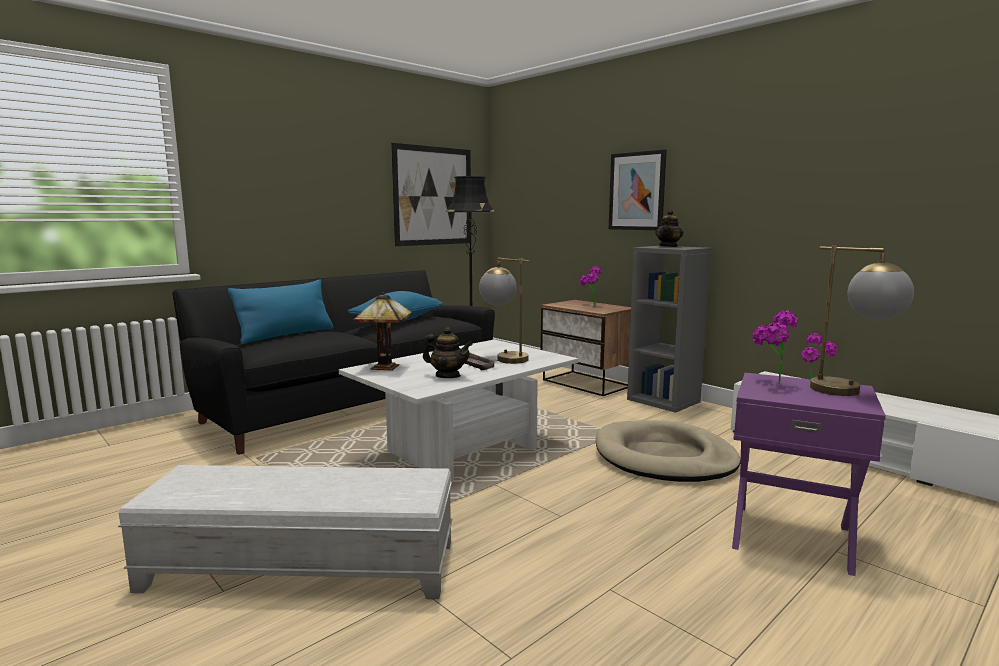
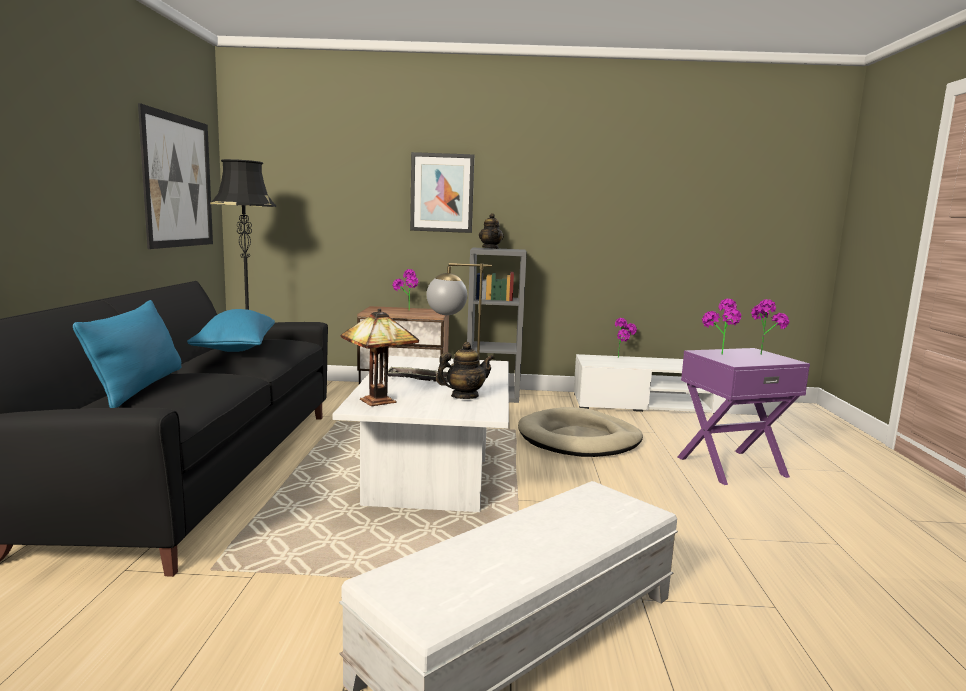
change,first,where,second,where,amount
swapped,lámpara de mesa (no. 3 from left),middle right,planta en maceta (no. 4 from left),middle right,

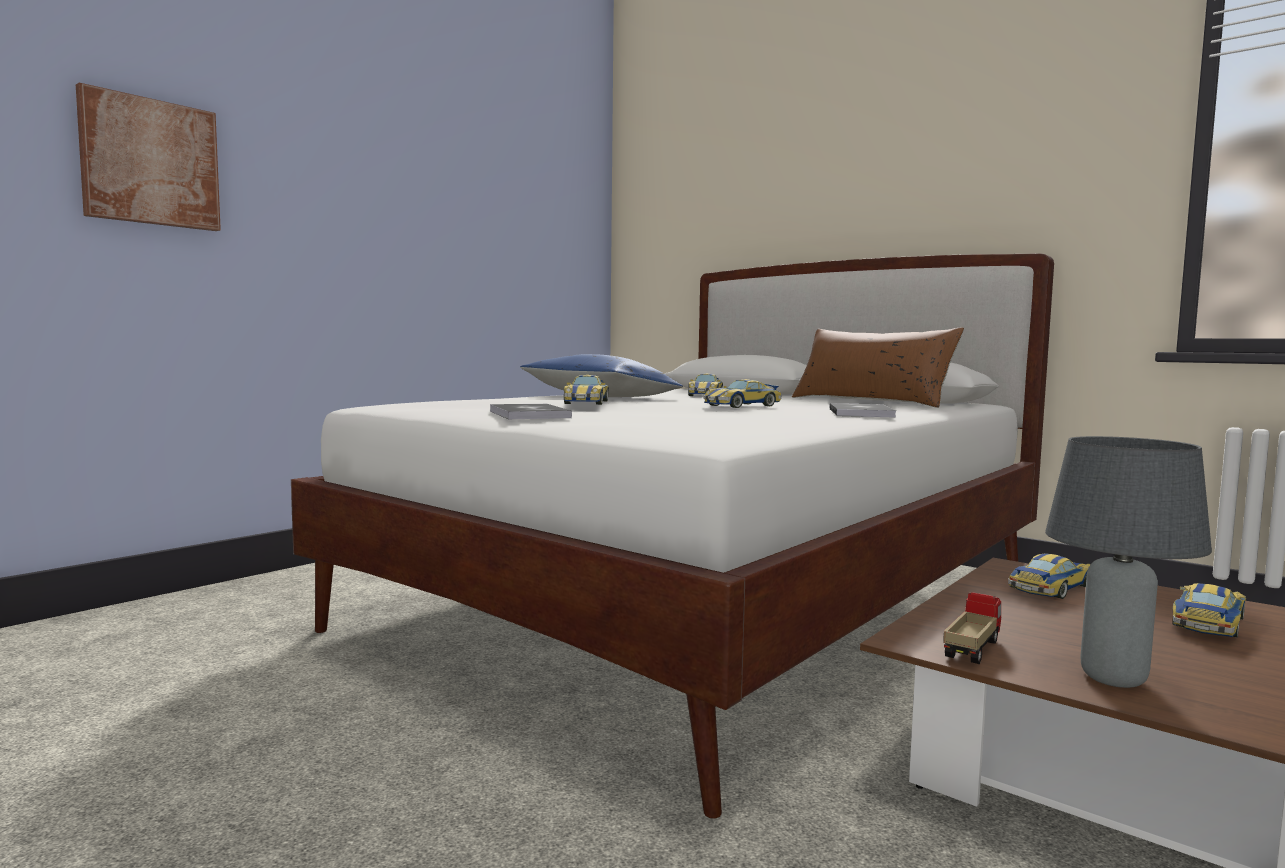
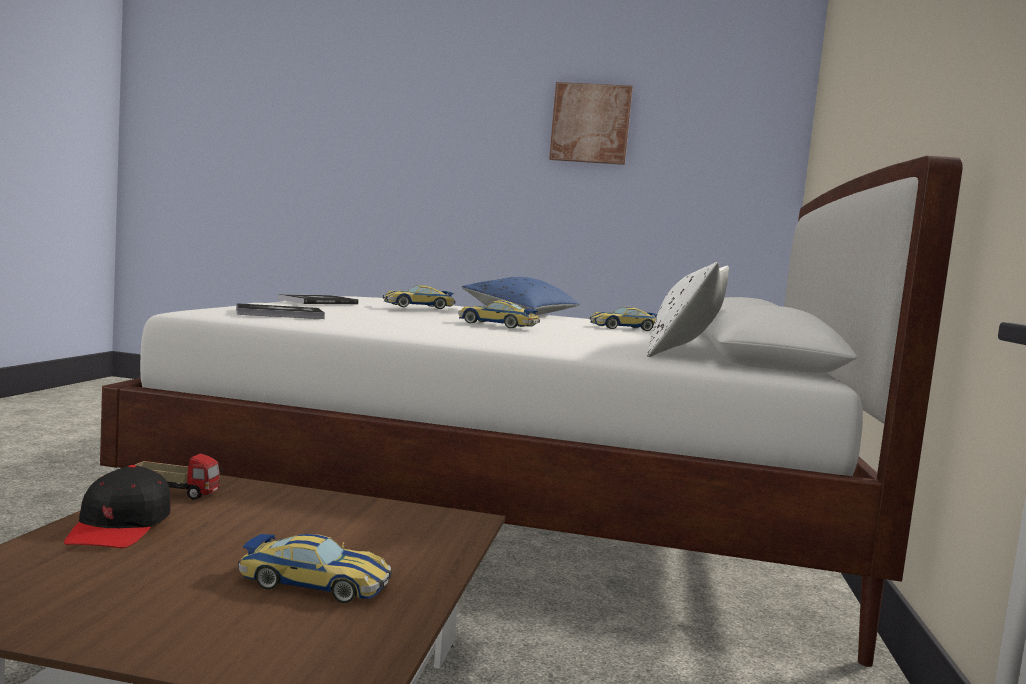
change,first,where,second,where,amount
swapped,lámpara de mesa/gris,middle right,gorra/negro,bottom left,
shifted,libro (no. 2 from left in the first image),middle right,libro (no. 1 from left),middle left,
shifted,cuadro,top left,,top centre,
repainted,cojín/marrón,middle right,cojín/blanco,middle right,
gone,coche de juguete (no. 4 from left),middle right,,,

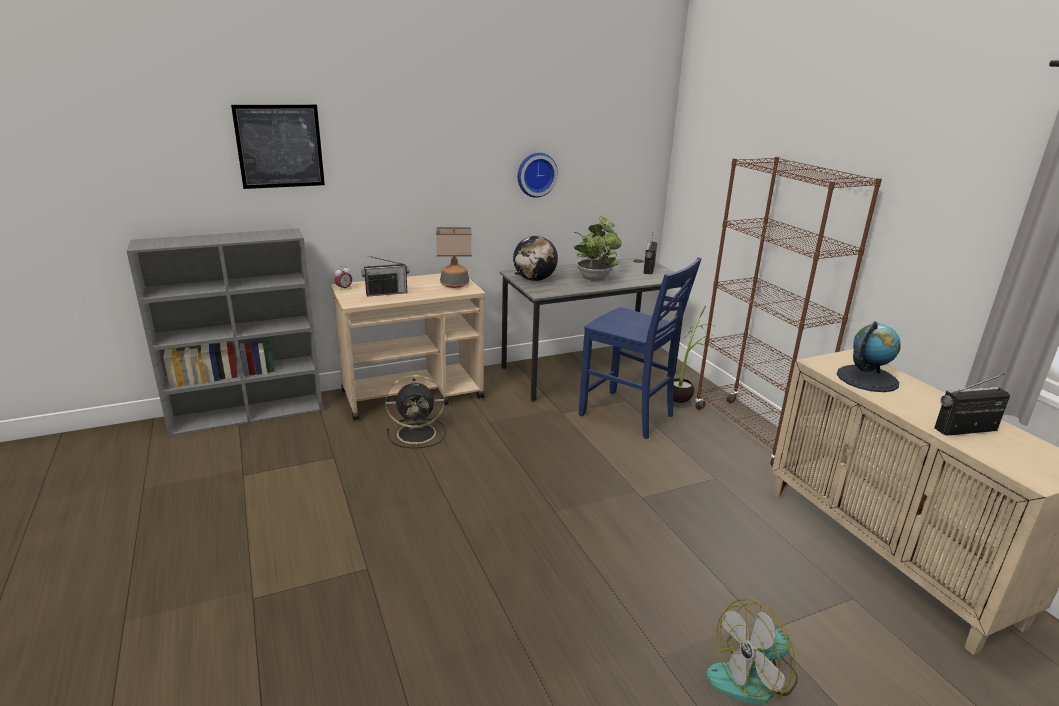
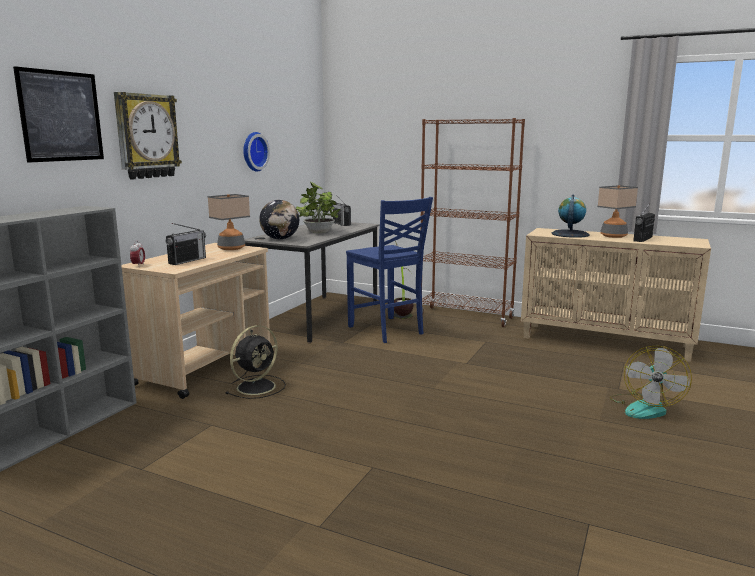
change,first,where,second,where,amount
new,,,reloj de pared (no. 1 from left),top left,
rotated,silla/azul,centre,,centre,60 degrees clockwise
new,,,lámpara de mesa (no. 2 from left),middle right,

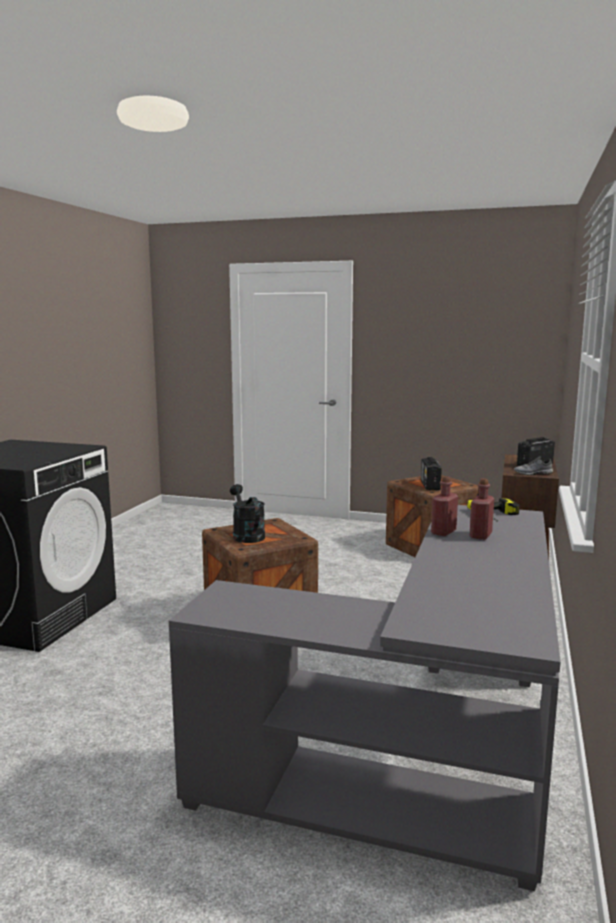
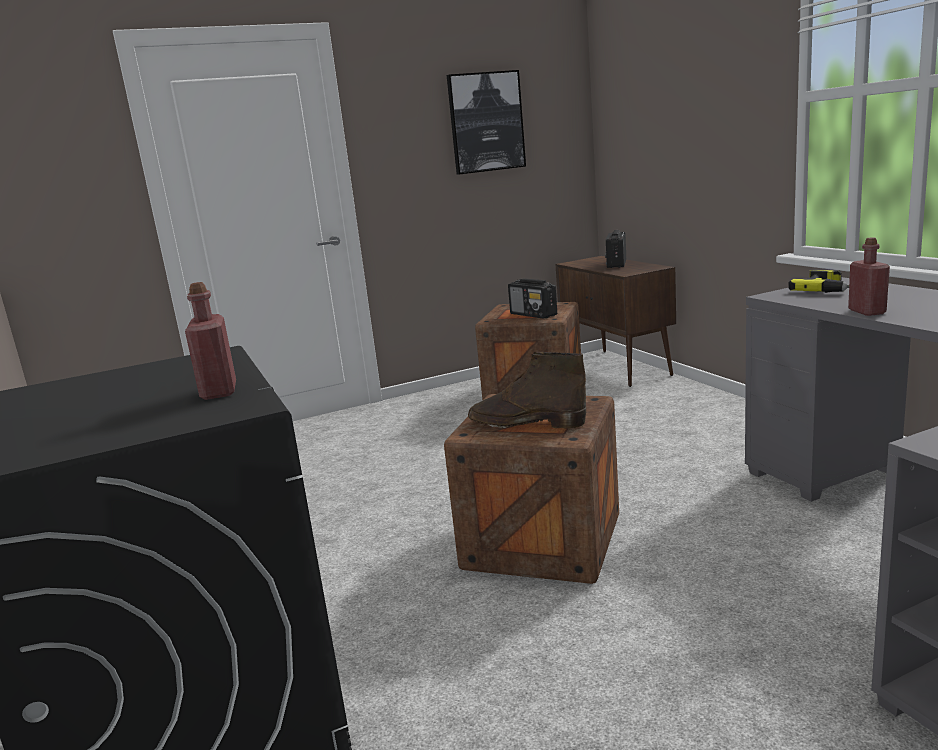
change,first,where,second,where,amount
shifted,botella/rojo (no. 2 from left in the first image),middle right,botella/rojo (no. 1 from left),middle left,
new,,,cuadro,top centre,
swapped,regadera/negro,centre,bota/marrón,centre,
gone,zapato/gris,middle right,,,

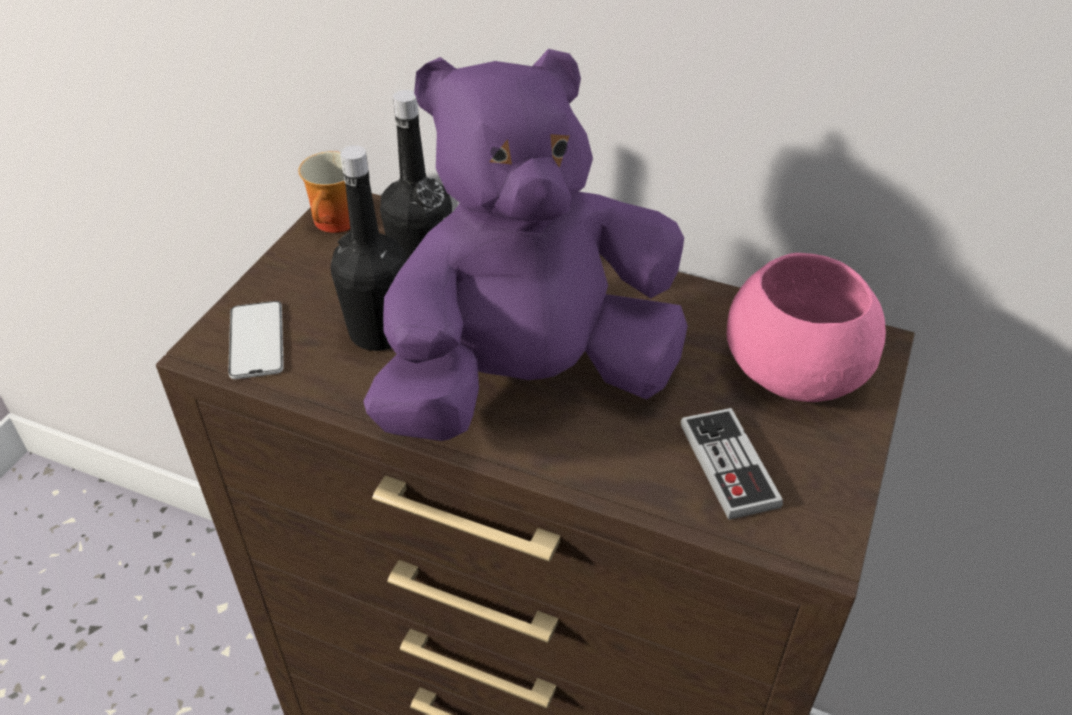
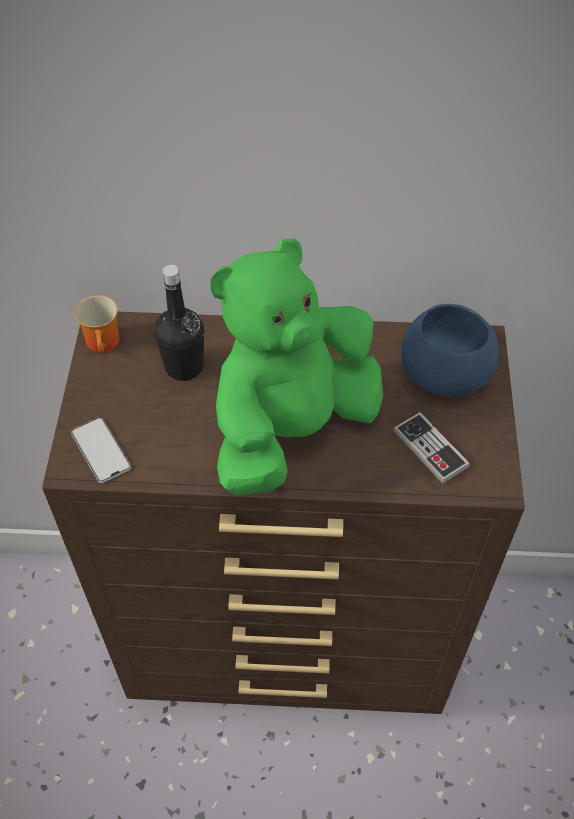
change,first,where,second,where,amount
repainted,peluche/morado,centre,peluche/verde,centre,
repainted,cuenco/rosa,middle right,cuenco/azul,middle right,
gone,botella/negro (no. 1 from left),centre,,,

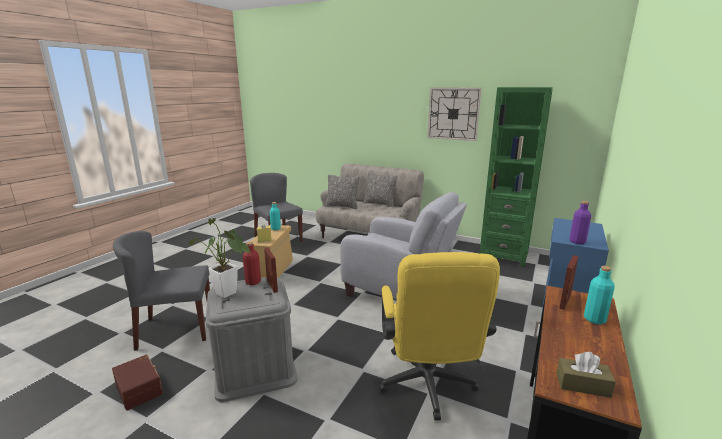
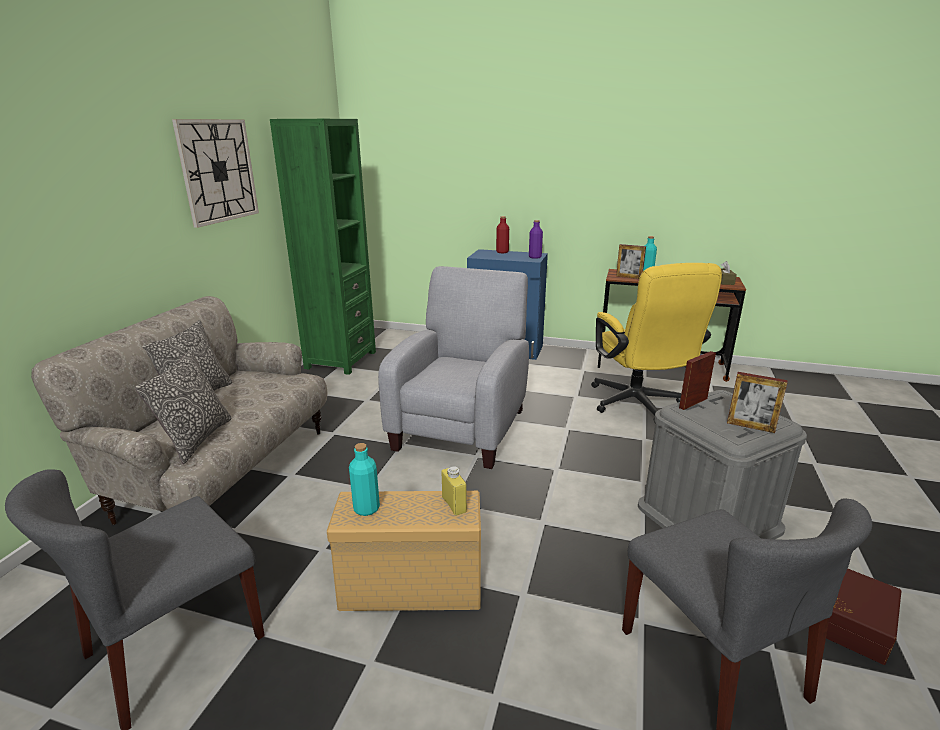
change,first,where,second,where,amount
shifted,botella/rojo,centre,,top centre,
rotated,silla de oficina/amarillo,bottom centre,,middle right,90 degrees clockwise
swapped,planta en maceta,middle left,portarretratos (no. 3 from left),middle right,

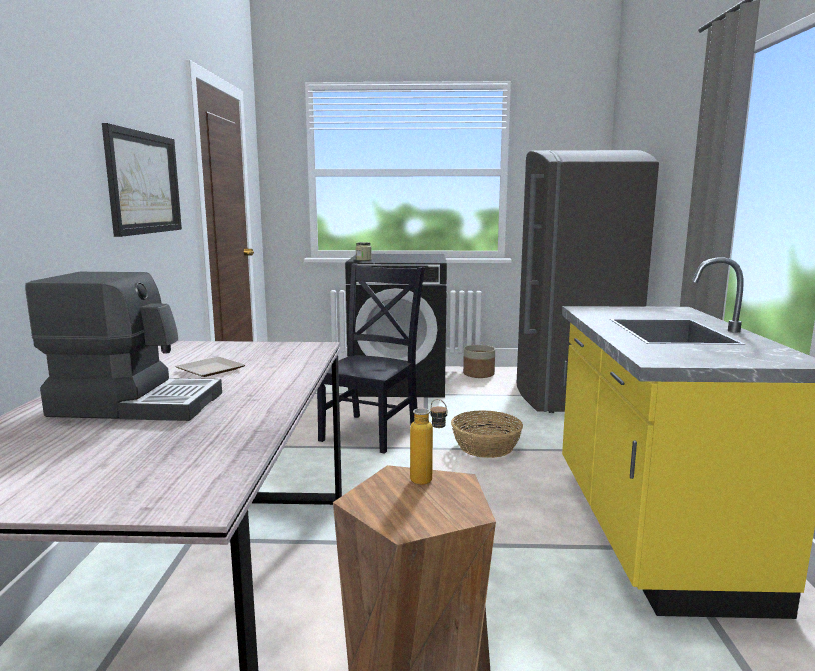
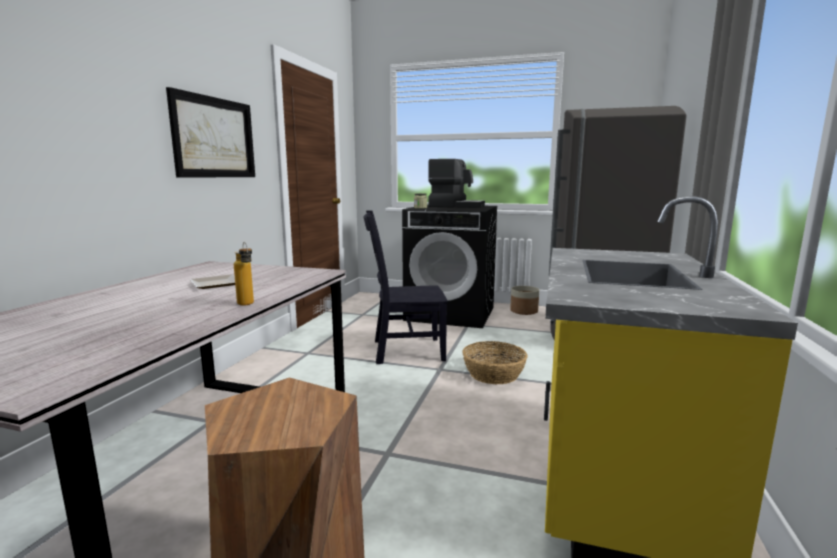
change,first,where,second,where,amount
shifted,botella,centre,,middle left,
rotated,silla/negro,centre,,centre,135 degrees counterclockwise
shifted,cafetera,middle left,,top centre,

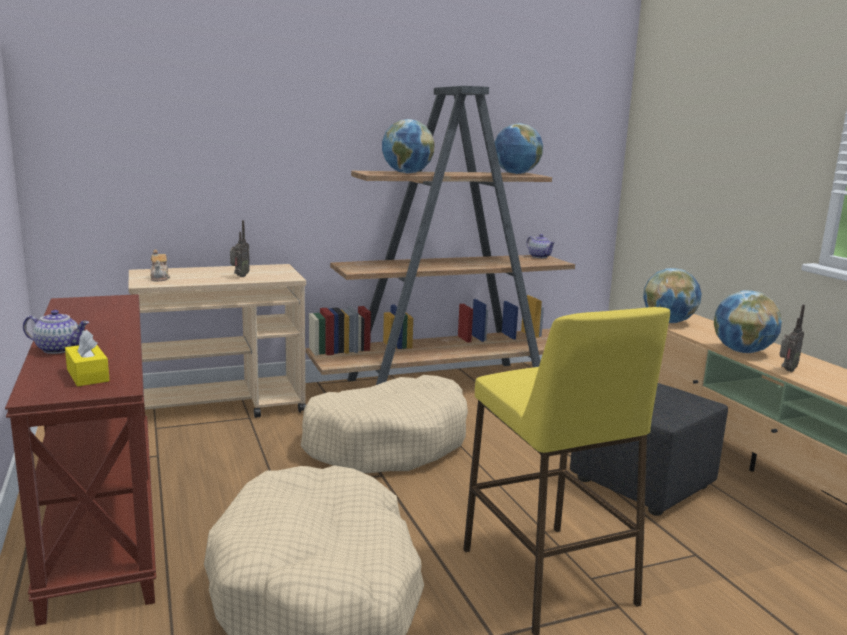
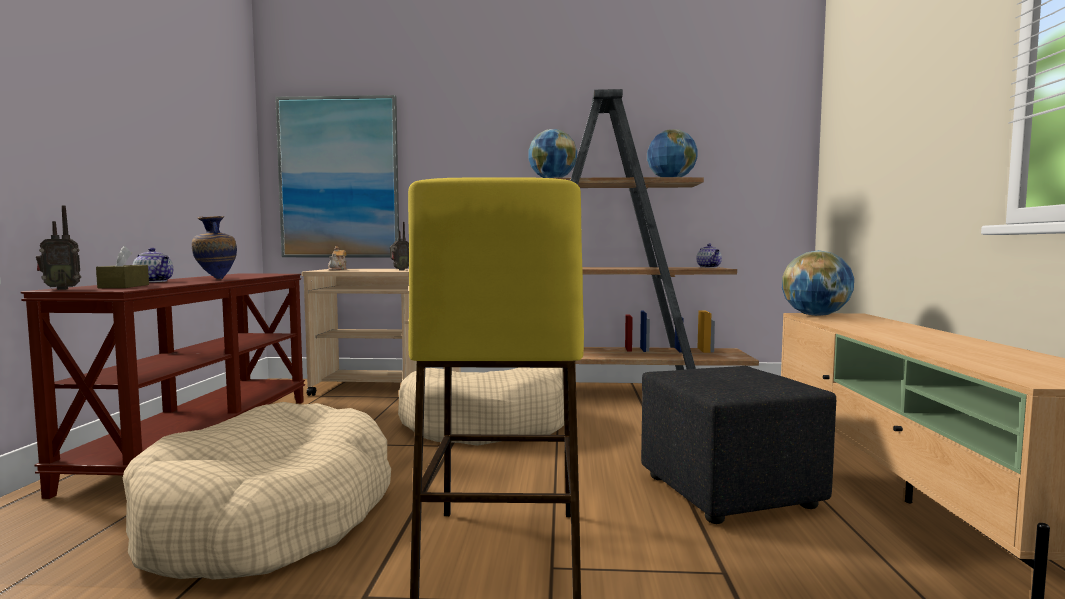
change,first,where,second,where,amount
shifted,radio (no. 2 from left in the first image),middle right,radio (no. 1 from left),middle left,
repainted,caja de pañuelos/amarillo,middle left,caja de pañuelos/marrón,middle left,
new,,,florero,middle left,
new,,,cuadro,top left,
gone,globo terráqueo (no. 4 from left),middle right,,,

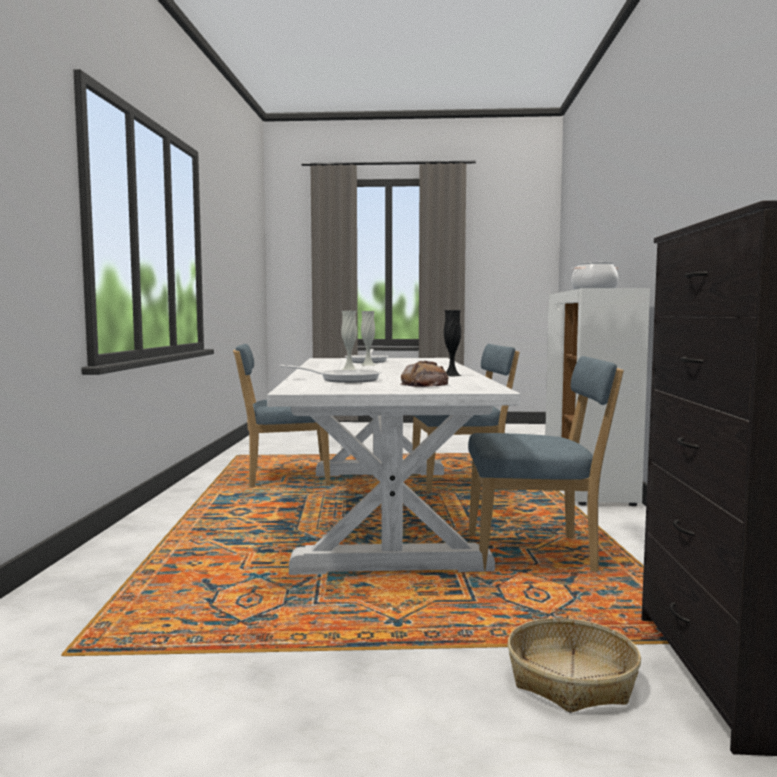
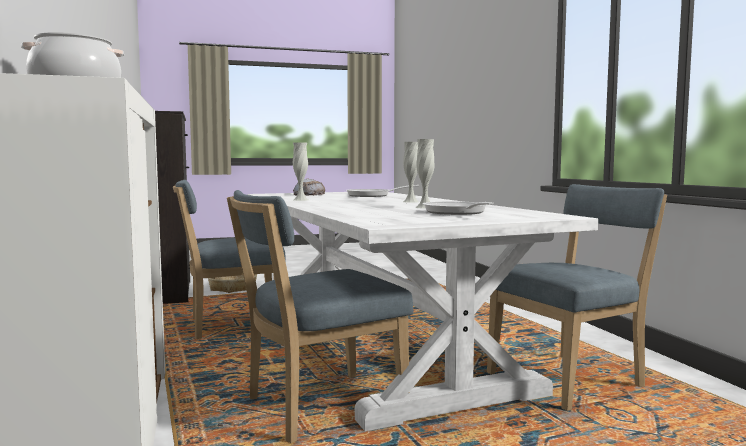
change,first,where,second,where,amount
repainted,florero/negro,centre,florero/blanco (no. 1 from left),centre,

